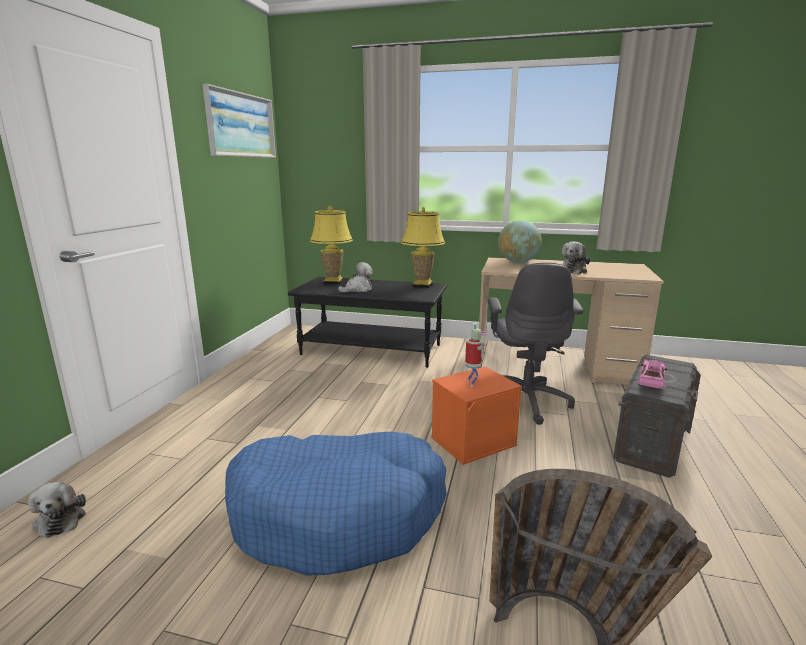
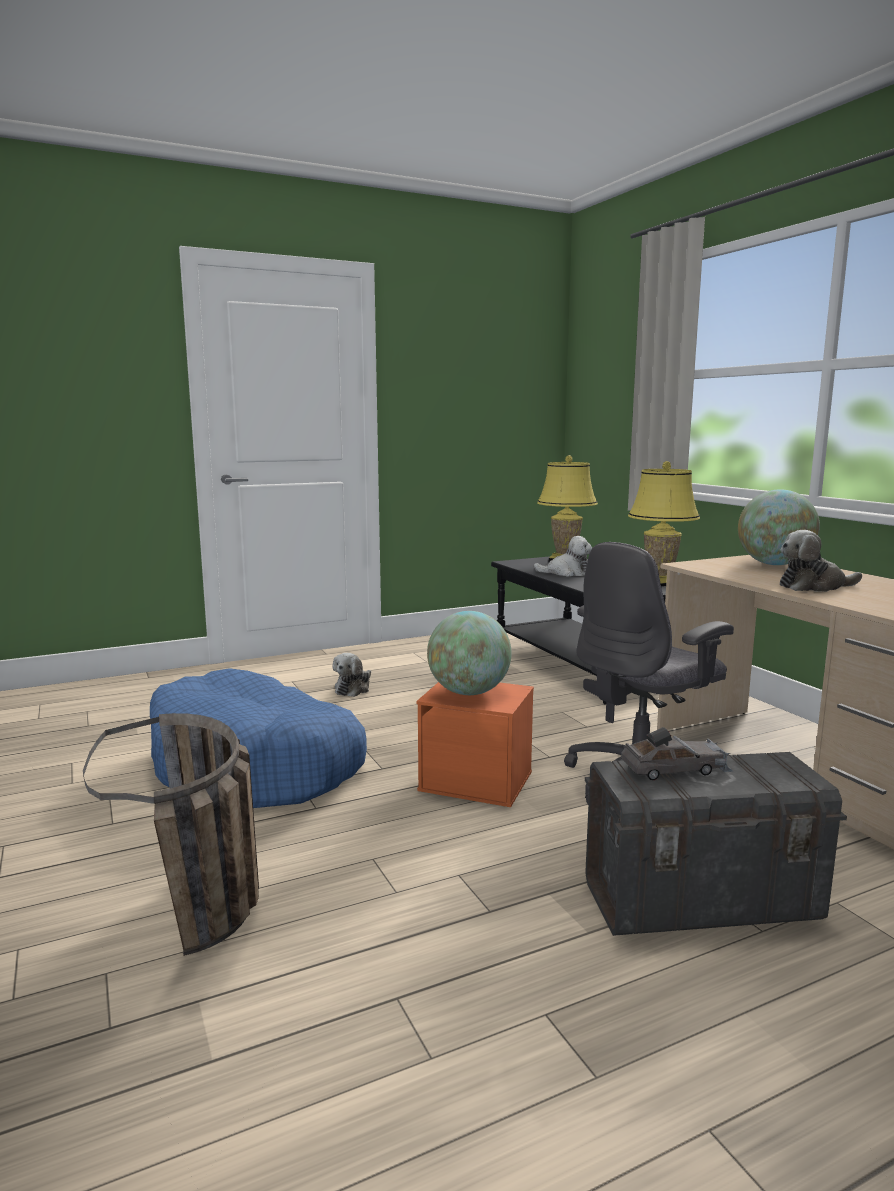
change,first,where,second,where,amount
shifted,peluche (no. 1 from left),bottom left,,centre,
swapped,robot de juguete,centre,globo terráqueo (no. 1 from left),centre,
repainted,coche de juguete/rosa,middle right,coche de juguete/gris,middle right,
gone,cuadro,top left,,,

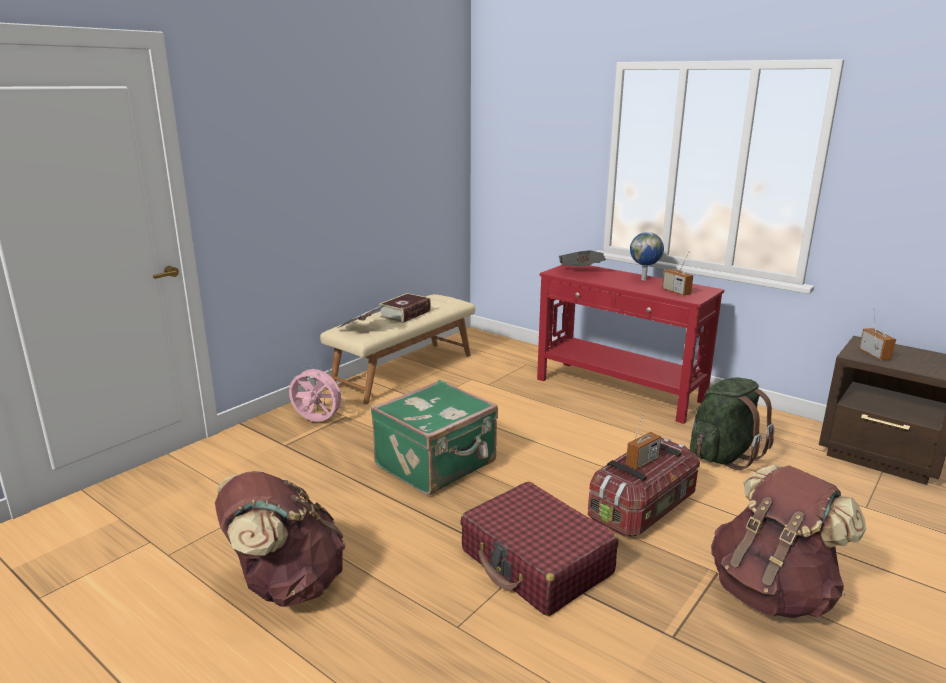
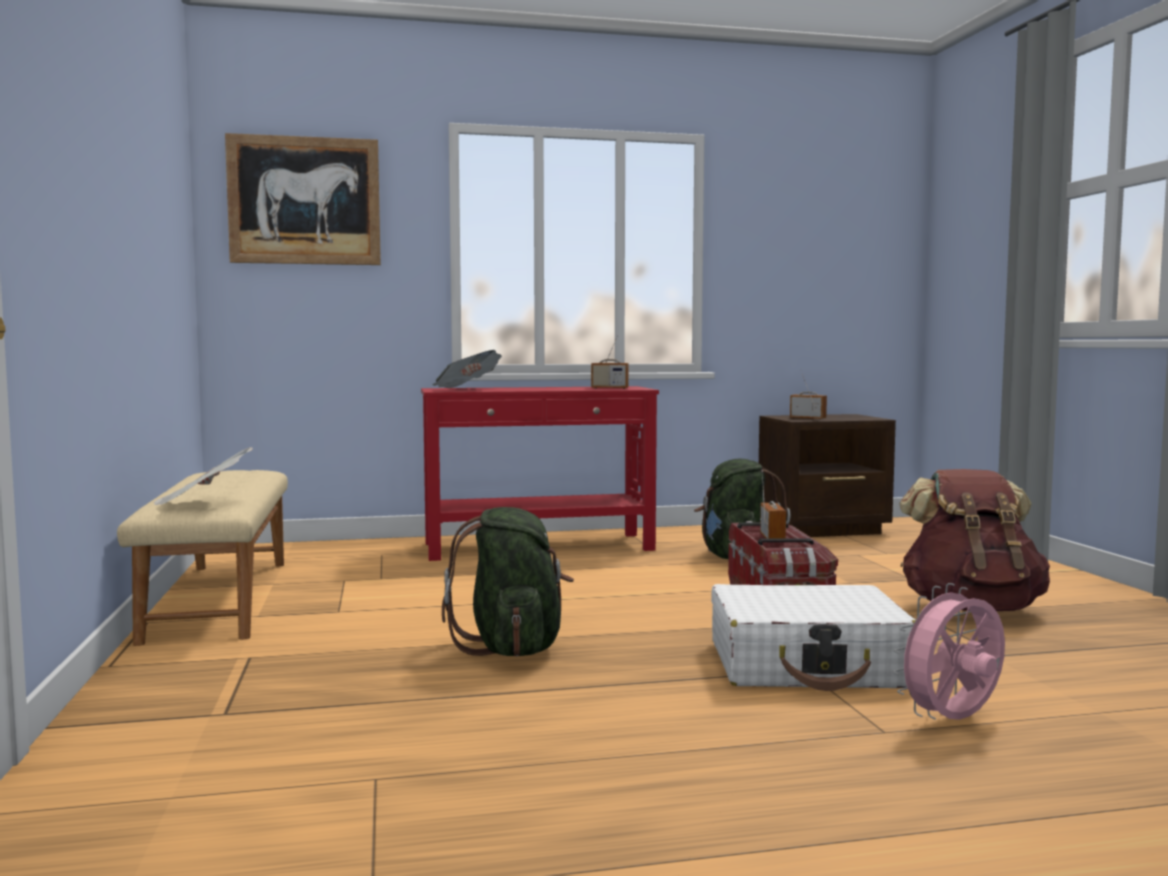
change,first,where,second,where,amount
new,,,cuadro,top left,
swapped,maleta/verde,centre,mochila/verde (no. 1 from left),centre,
repainted,maleta/rojo,bottom centre,maleta/blanco,bottom right,
shifted,ventilador/rosa,centre,,bottom right,
gone,mochila/marrón (no. 1 from left),bottom left,,,
gone,libro,centre,,,
gone,globo terráqueo,middle right,,,

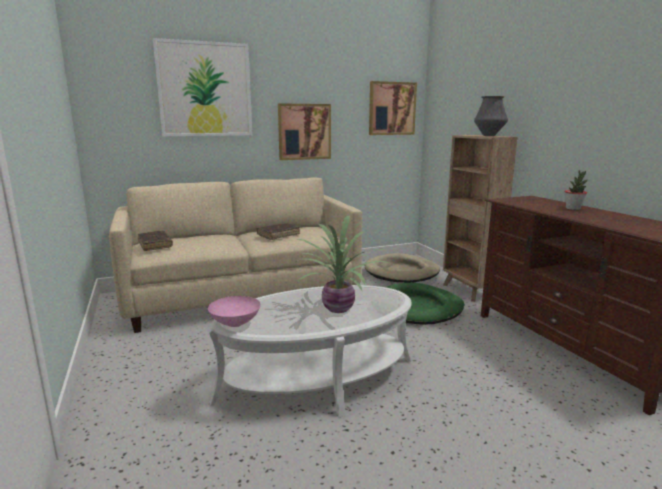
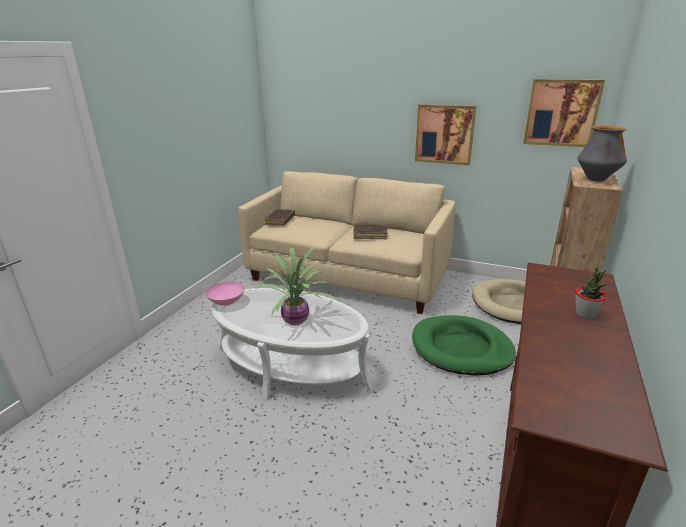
change,first,where,second,where,amount
gone,cuadro (no. 1 from left),top left,,,

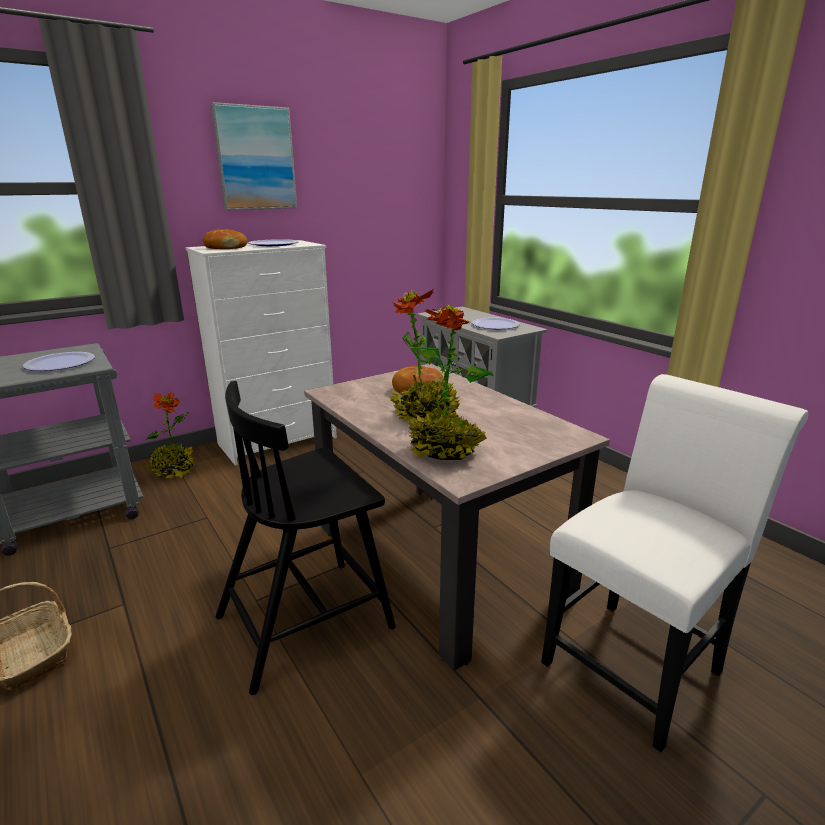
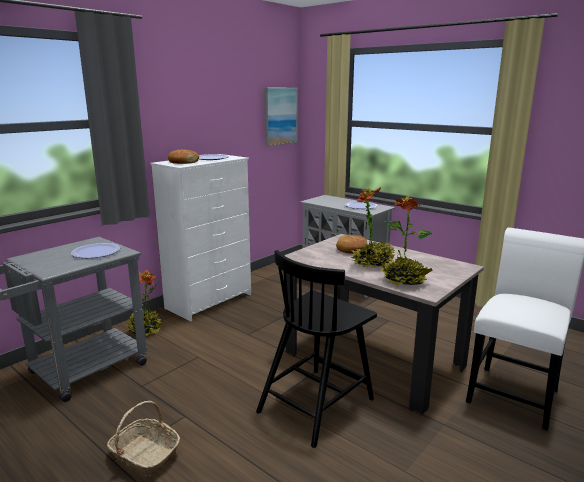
change,first,where,second,where,amount
shifted,cuadro,top left,,top centre,

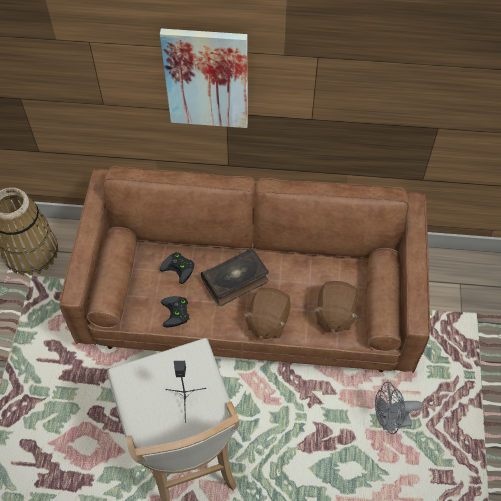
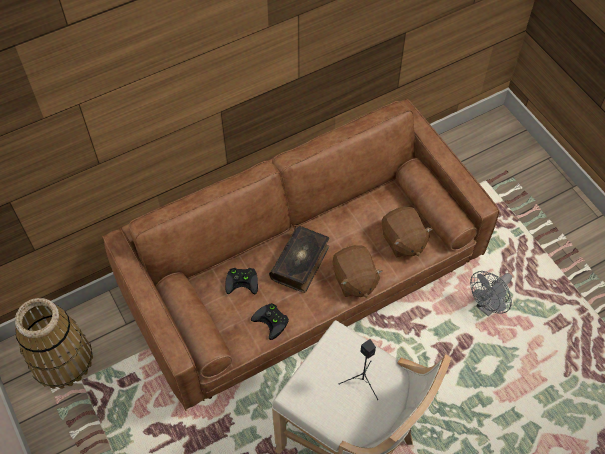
change,first,where,second,where,amount
gone,cuadro,top centre,,,

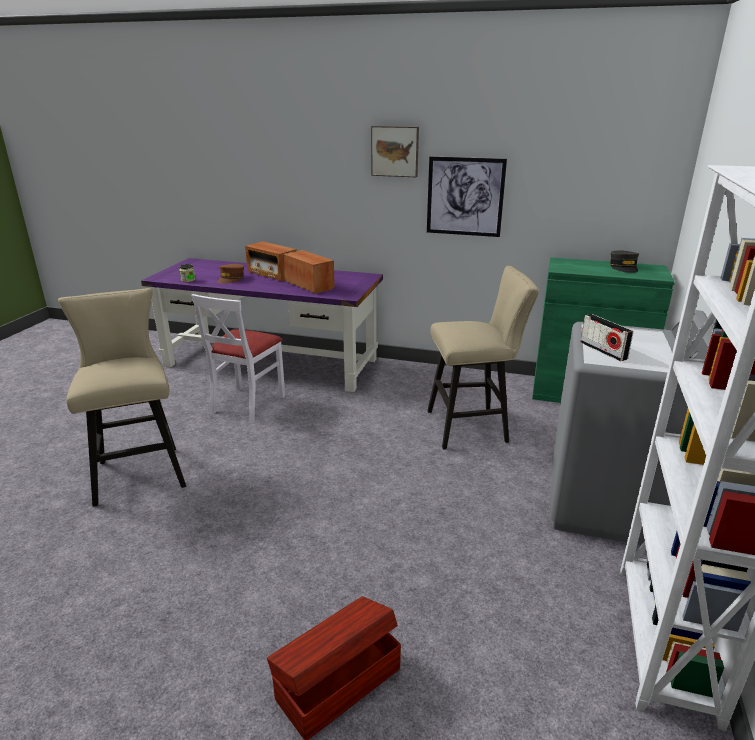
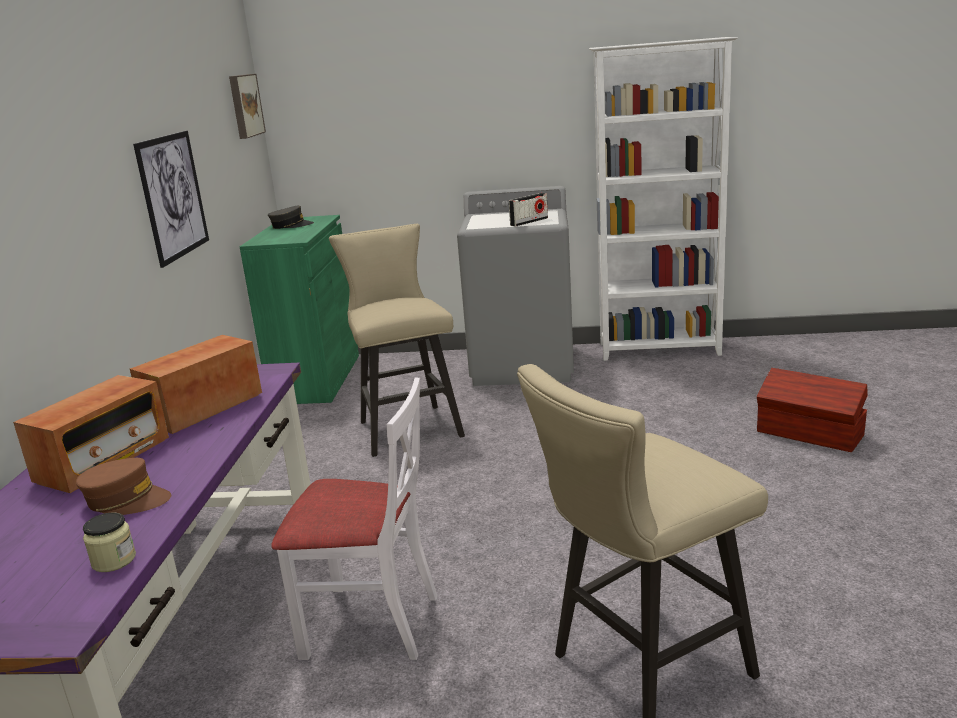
change,first,where,second,where,amount
shifted,cuadro (no. 1 from left in the first image),top centre,cuadro (no. 2 from left),top left,

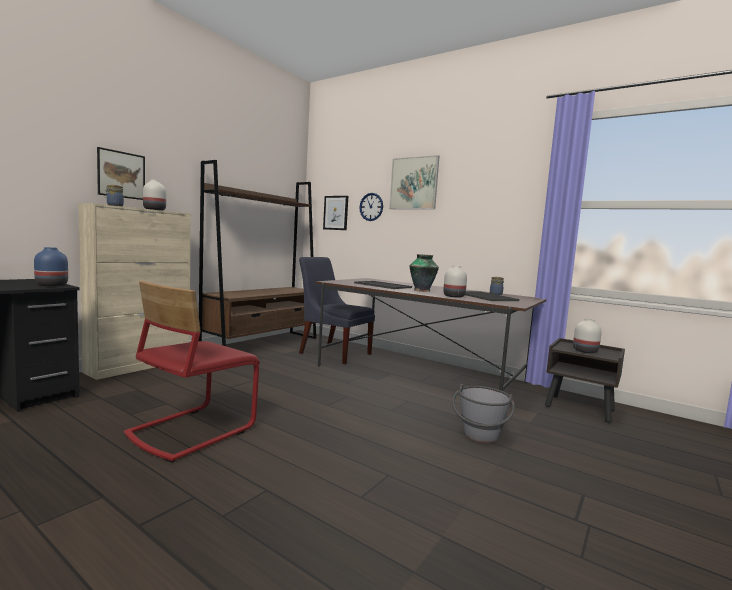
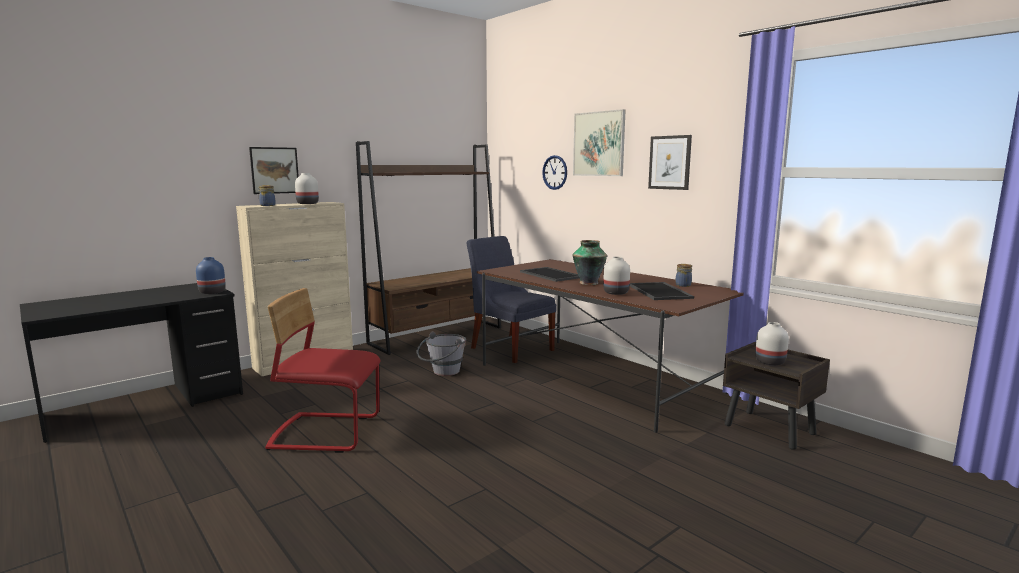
change,first,where,second,where,amount
rotated,silla/rojo,middle left,,middle left,45 degrees clockwise
shifted,cubo/gris,bottom centre,,centre,
shifted,cuadro (no. 2 from left in the first image),centre,cuadro (no. 3 from left),top centre,

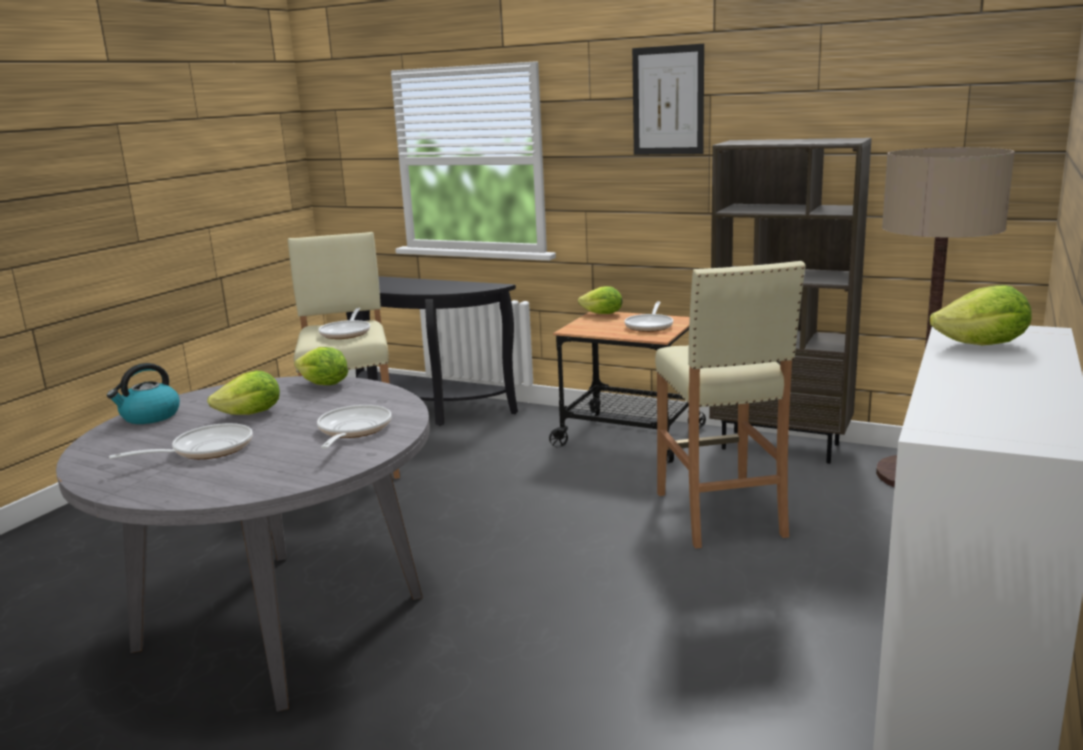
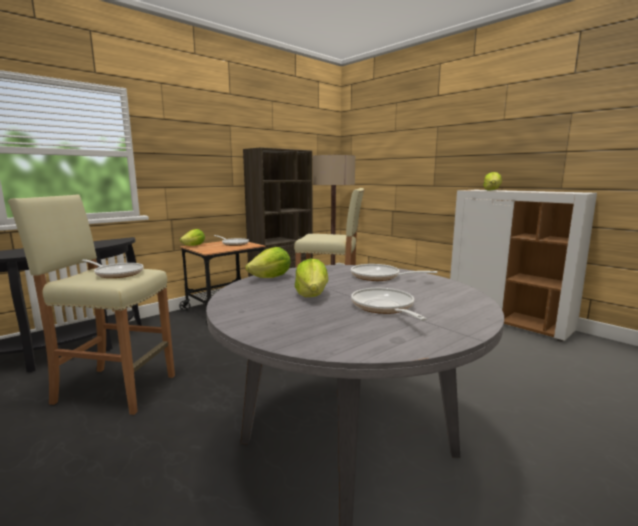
change,first,where,second,where,amount
gone,hervidor,middle left,,,
gone,cuadro,top centre,,,

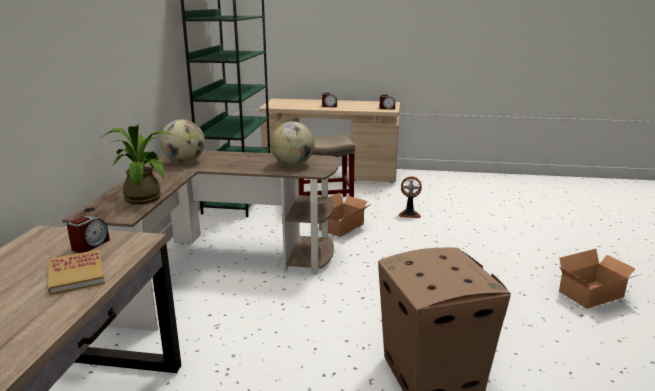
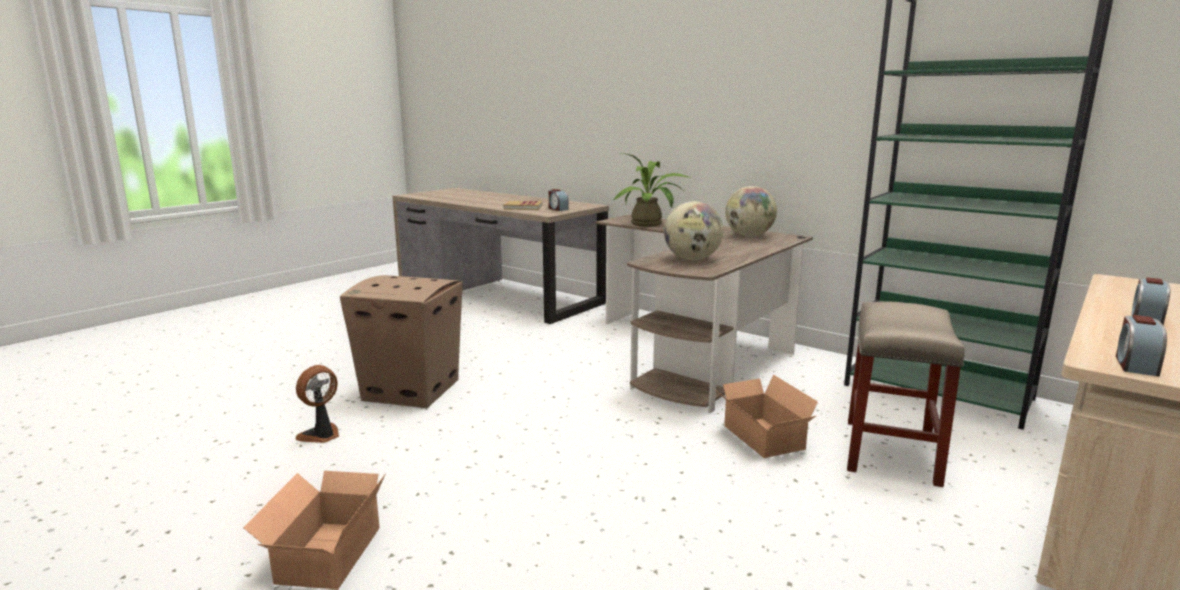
change,first,where,second,where,amount
shifted,ventilador,centre,,bottom left,

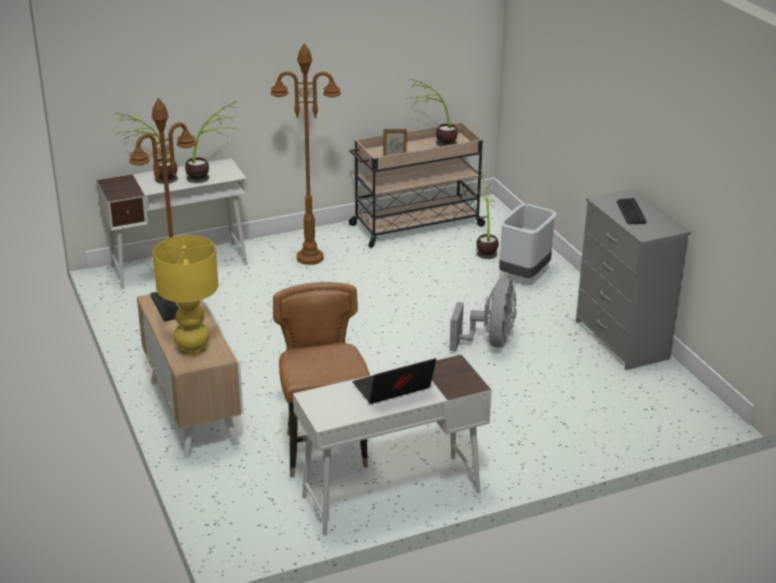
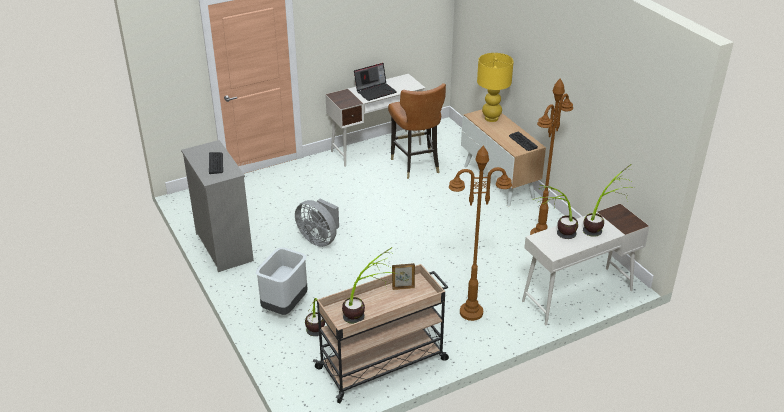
change,first,where,second,where,amount
rotated,ventilador/gris,centre,,centre,60 degrees counterclockwise

